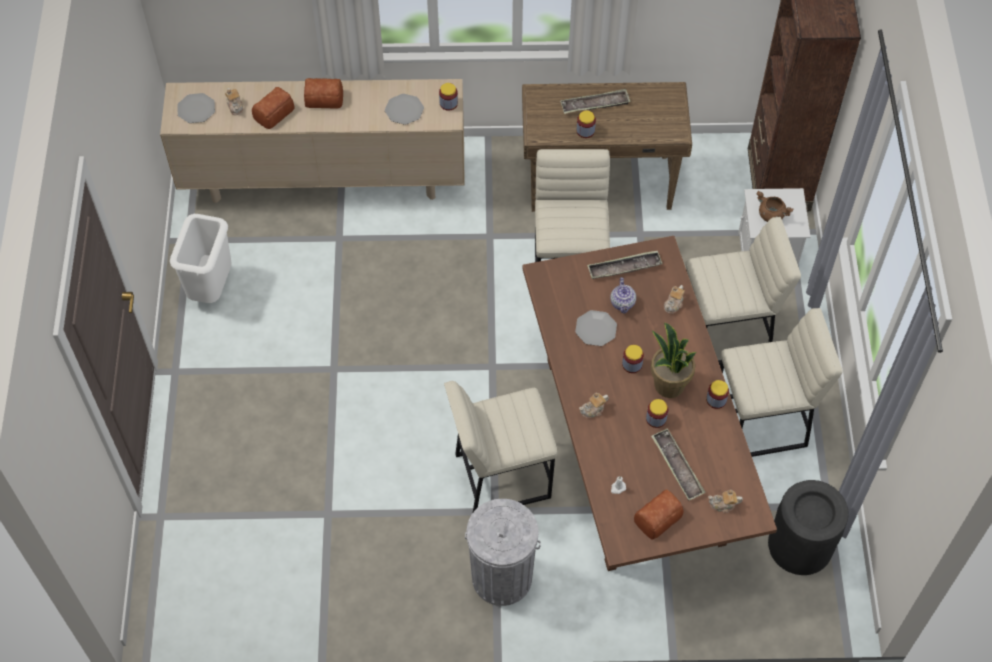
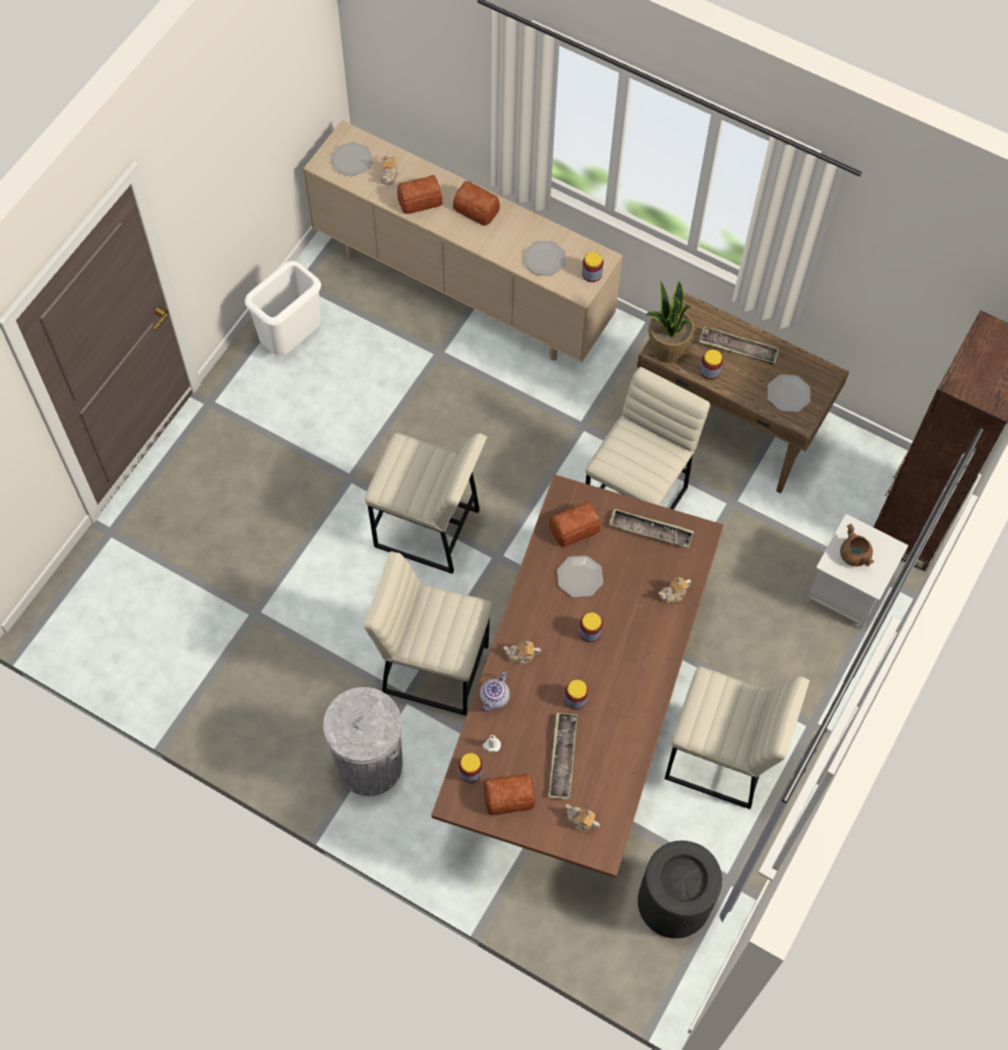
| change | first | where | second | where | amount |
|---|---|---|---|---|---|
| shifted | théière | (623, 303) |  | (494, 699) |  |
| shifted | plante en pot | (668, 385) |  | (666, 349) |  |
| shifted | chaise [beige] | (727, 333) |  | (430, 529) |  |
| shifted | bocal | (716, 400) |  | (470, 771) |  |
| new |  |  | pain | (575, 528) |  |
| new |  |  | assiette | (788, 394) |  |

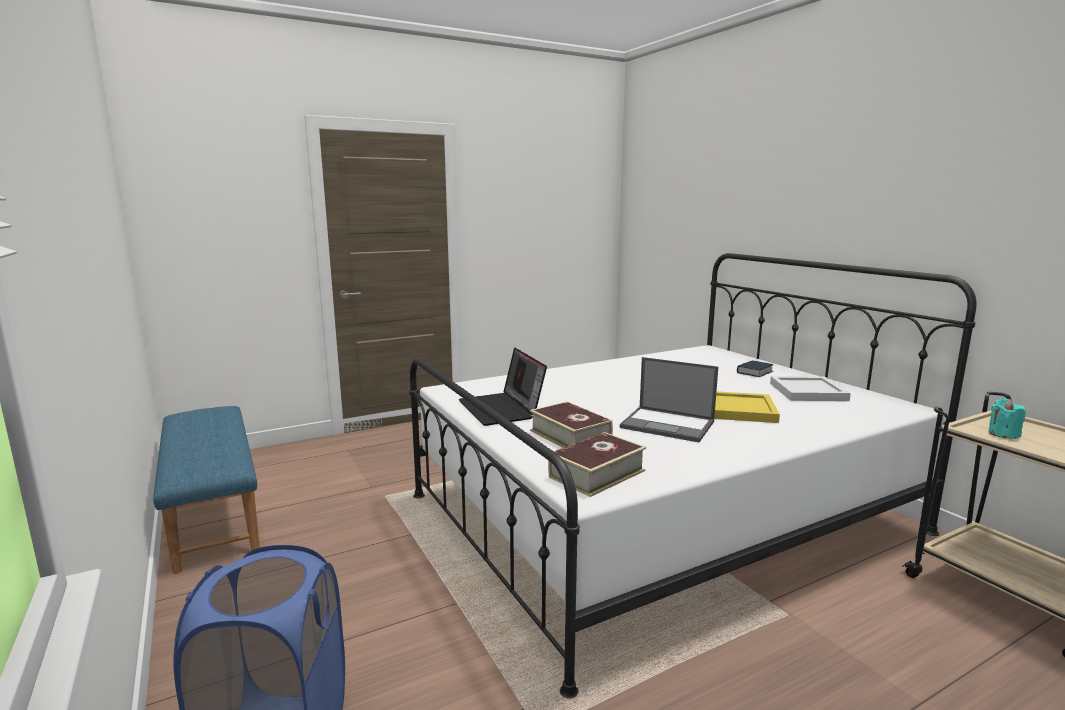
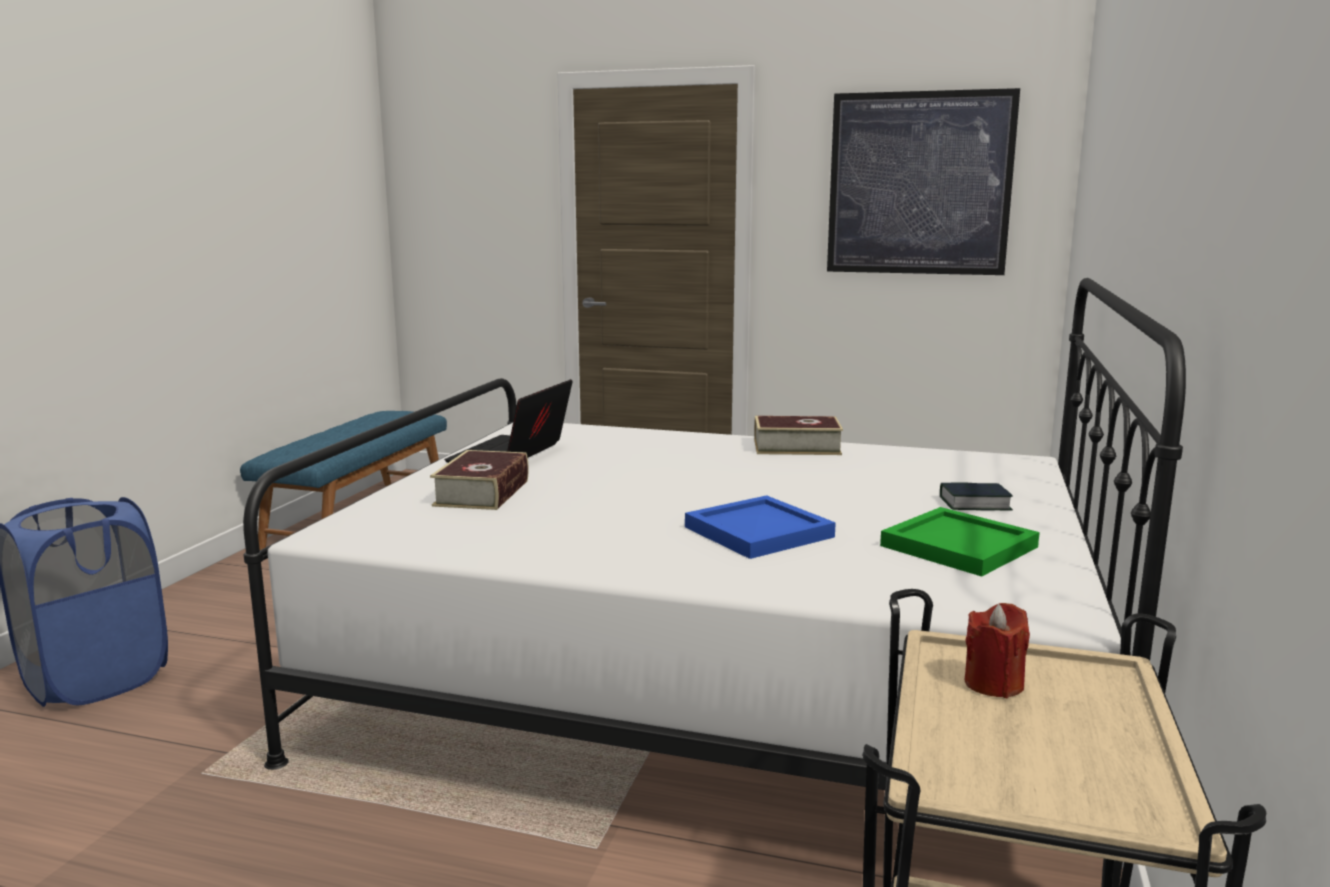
| change | first | where | second | where | amount |
|---|---|---|---|---|---|
| shifted | livre | (597, 474) |  | (796, 447) |  |
| gone | ordinateur portable | (668, 425) |  |  |  |
| repainted | plateau [jaune] | (741, 410) | plateau [bleu] | (761, 532) |  |
| repainted | plateau [blanc] | (809, 392) | plateau [vert] | (959, 547) |  |
| repainted | bougie [turquoise] | (1003, 434) | bougie [rouge] | (993, 684) |  |
| new |  |  | tableau | (919, 184) |  |

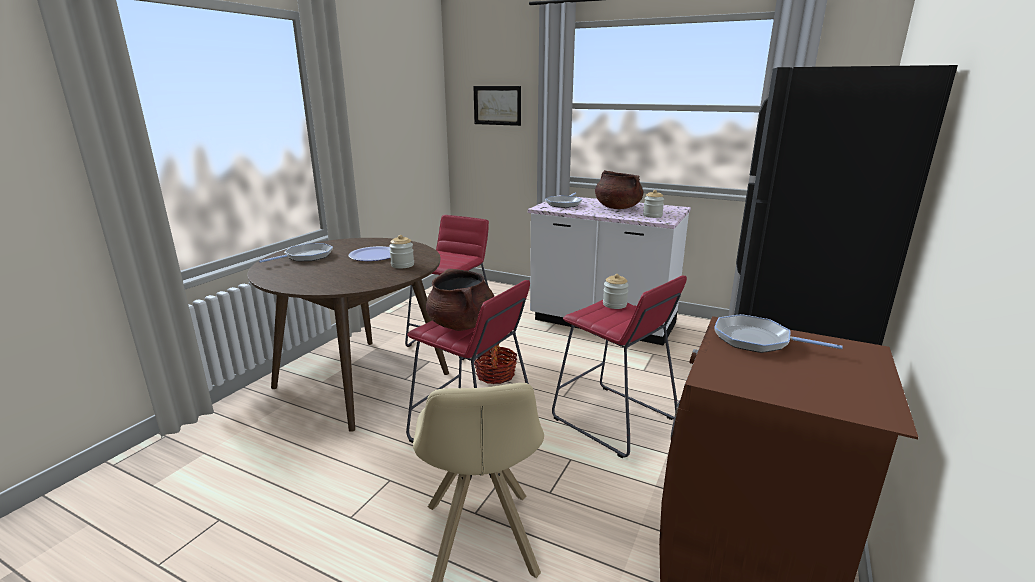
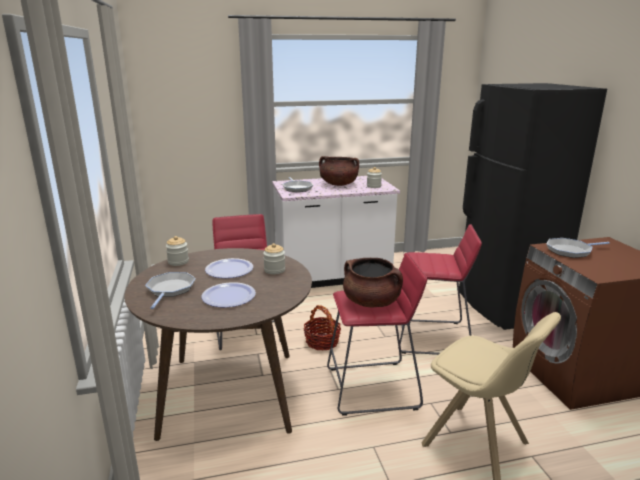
| change | first | where | second | where | amount |
|---|---|---|---|---|---|
| gone | tableau | (497, 105) |  |  |  |
| shifted | bocal | (614, 304) |  | (178, 262) |  |
| new |  |  | assiette | (228, 296) |  |

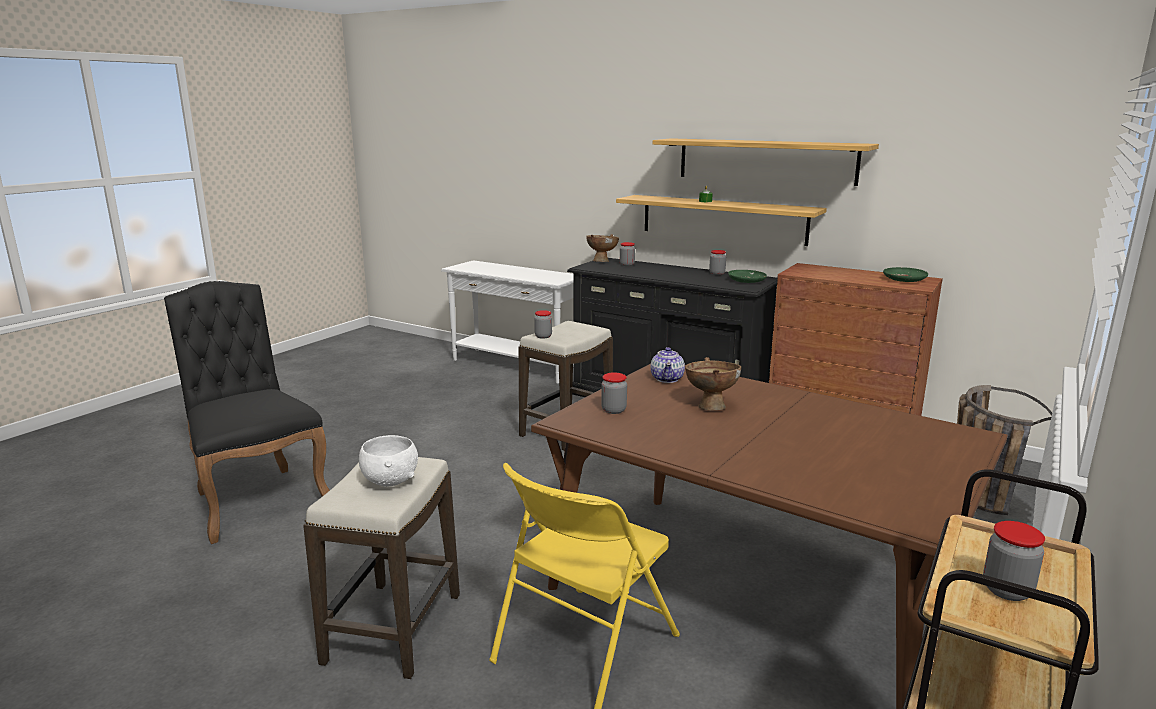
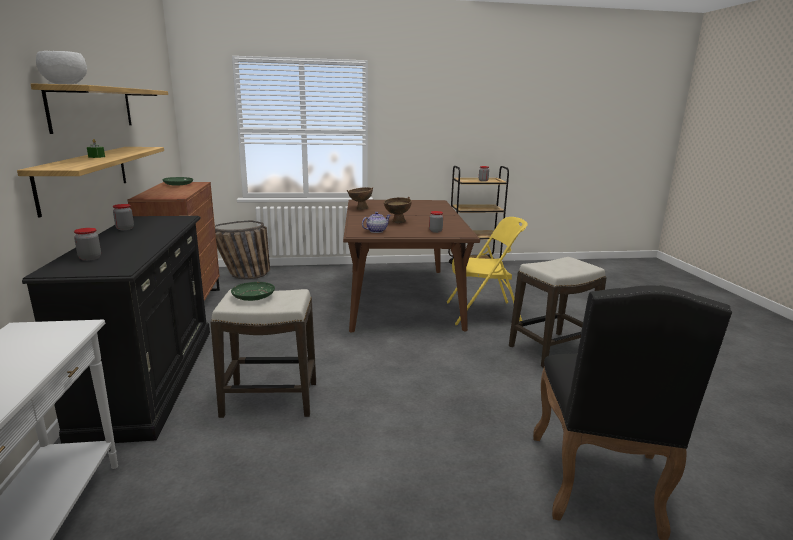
| change | first | where | second | where | amount |
|---|---|---|---|---|---|
| shifted | bol [blanc] | (390, 481) |  | (64, 84) |  |
| gone | bocal | (543, 336) |  |  |  |
| shifted | bol [marron] | (602, 261) |  | (359, 209) |  |
| shifted | assiette [vert] | (746, 281) |  | (253, 296) |  |

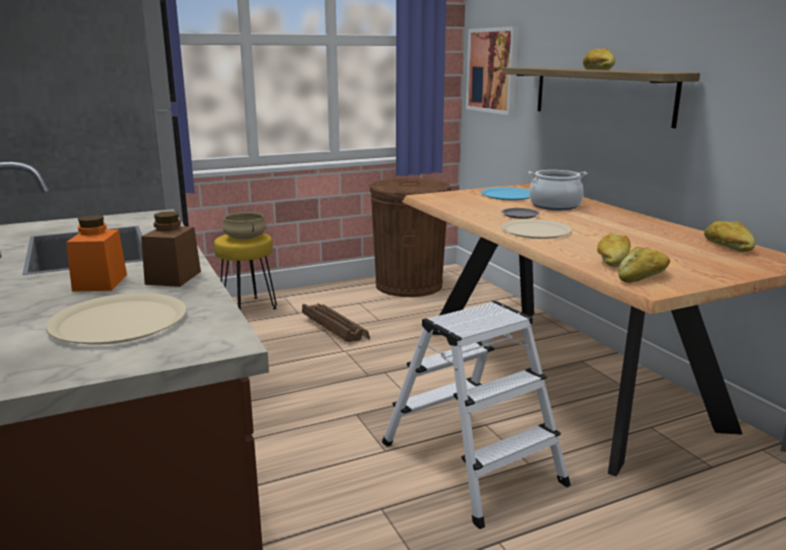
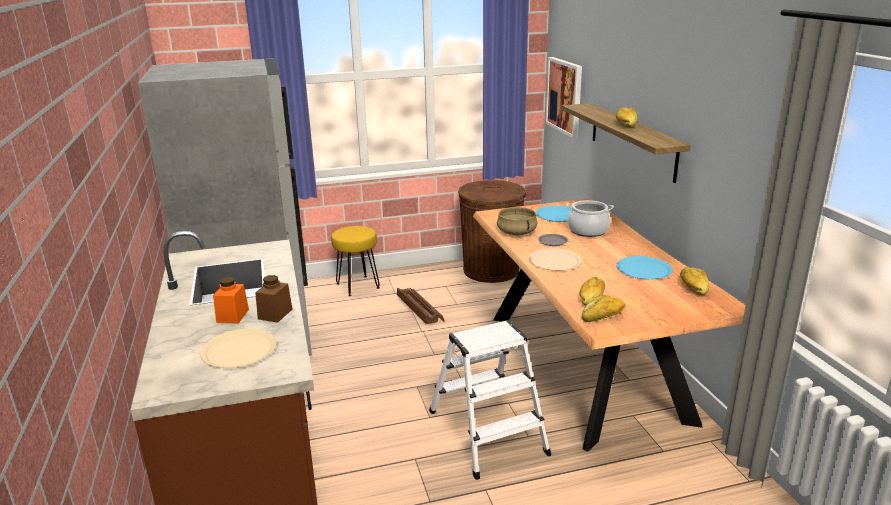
| change | first | where | second | where | amount |
|---|---|---|---|---|---|
| shifted | marmite [beige] | (245, 237) |  | (517, 232) |  |
| new |  |  | assiette [bleu] | (644, 269) |  |

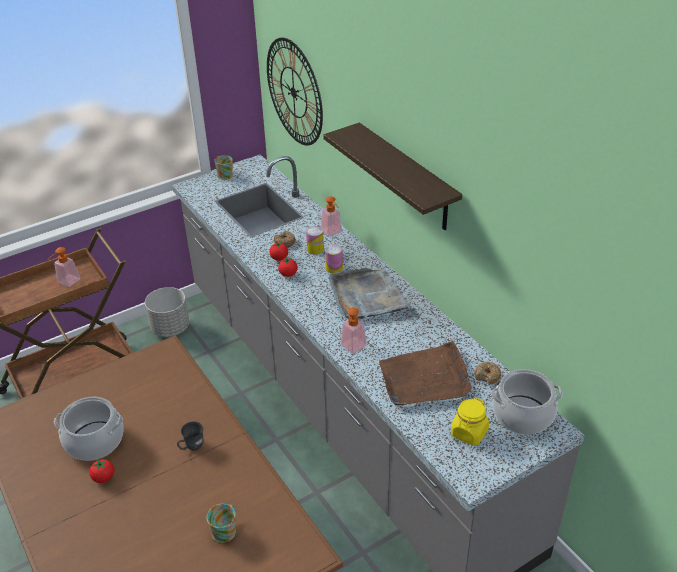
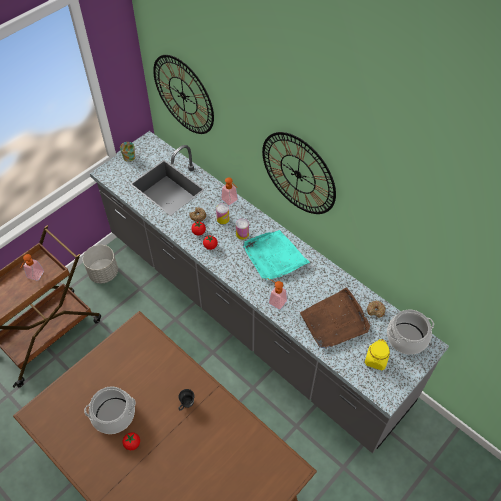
| change | first | where | second | where | amount |
|---|---|---|---|---|---|
| gone | mug | (226, 529) |  |  |  |
| swapped | étagère | (406, 177) | horloge murale | (298, 174) |  |
| repainted | plateau [gris] | (367, 296) | plateau [turquoise] | (274, 256) |  |

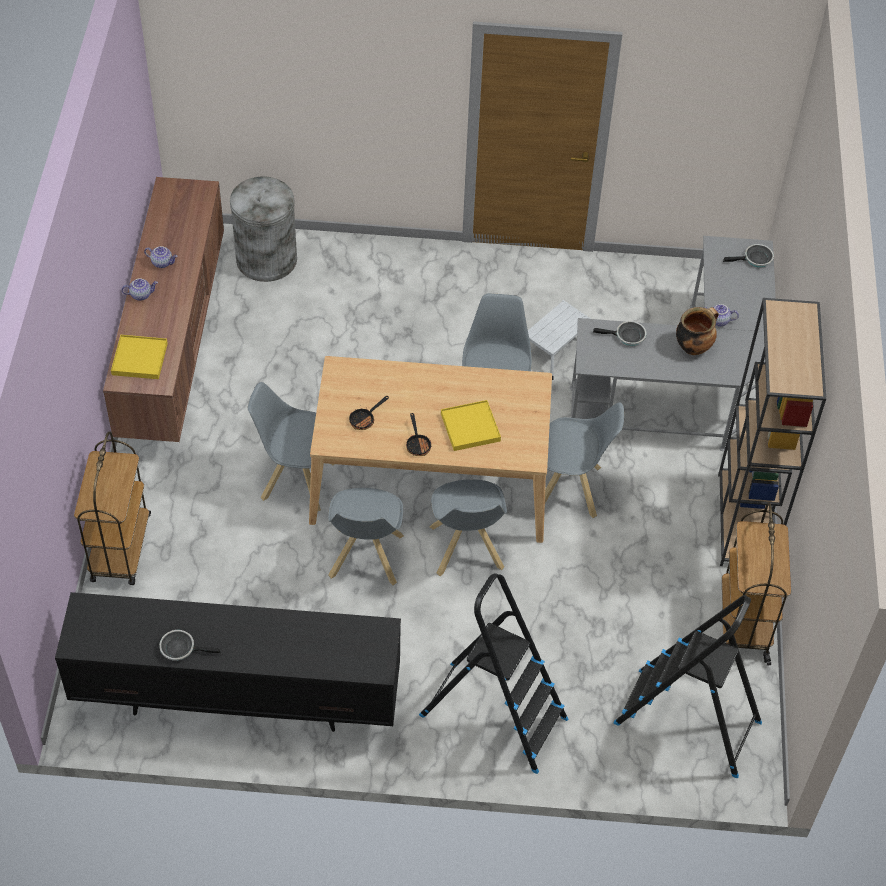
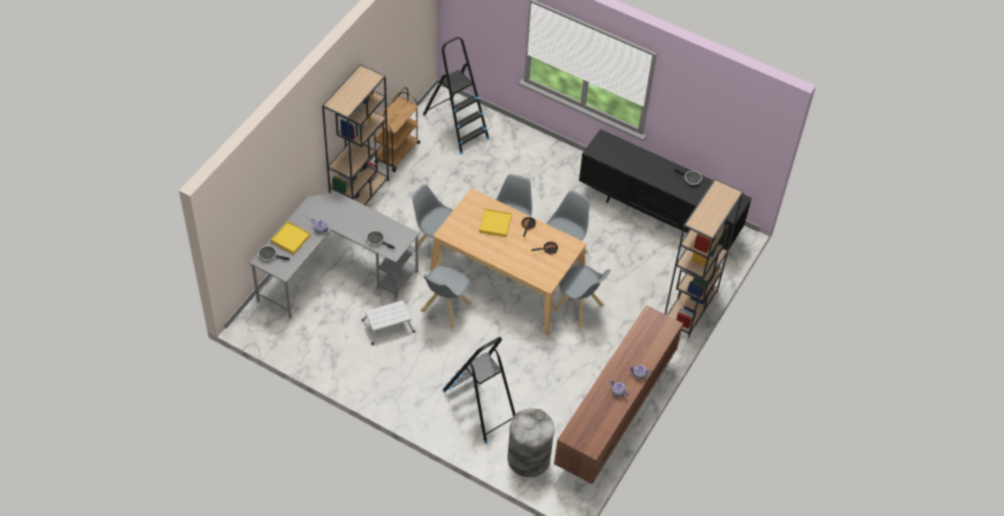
| change | first | where | second | where | amount |
|---|---|---|---|---|---|
| swapped | chariot [marron] | (120, 549) | bibliothèque | (690, 308) |  |
| shifted | plateau [jaune] | (139, 359) |  | (290, 239) |  |
| shifted | escabeau [noir] | (494, 717) |  | (479, 406) |  |
| gone | marmite | (693, 347) |  |  |  |

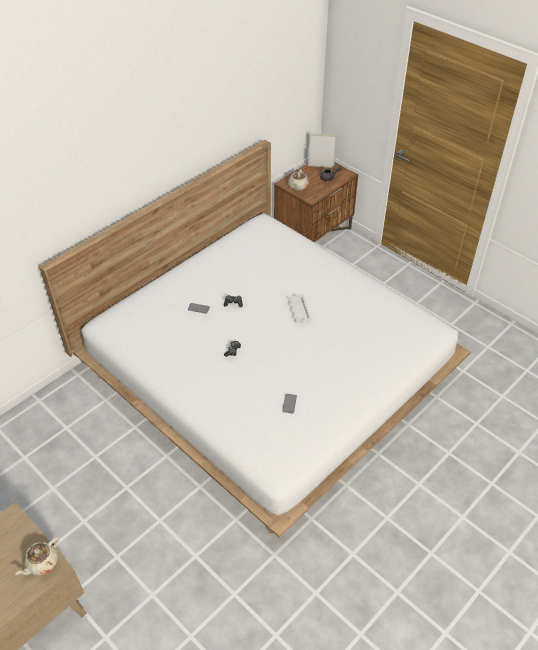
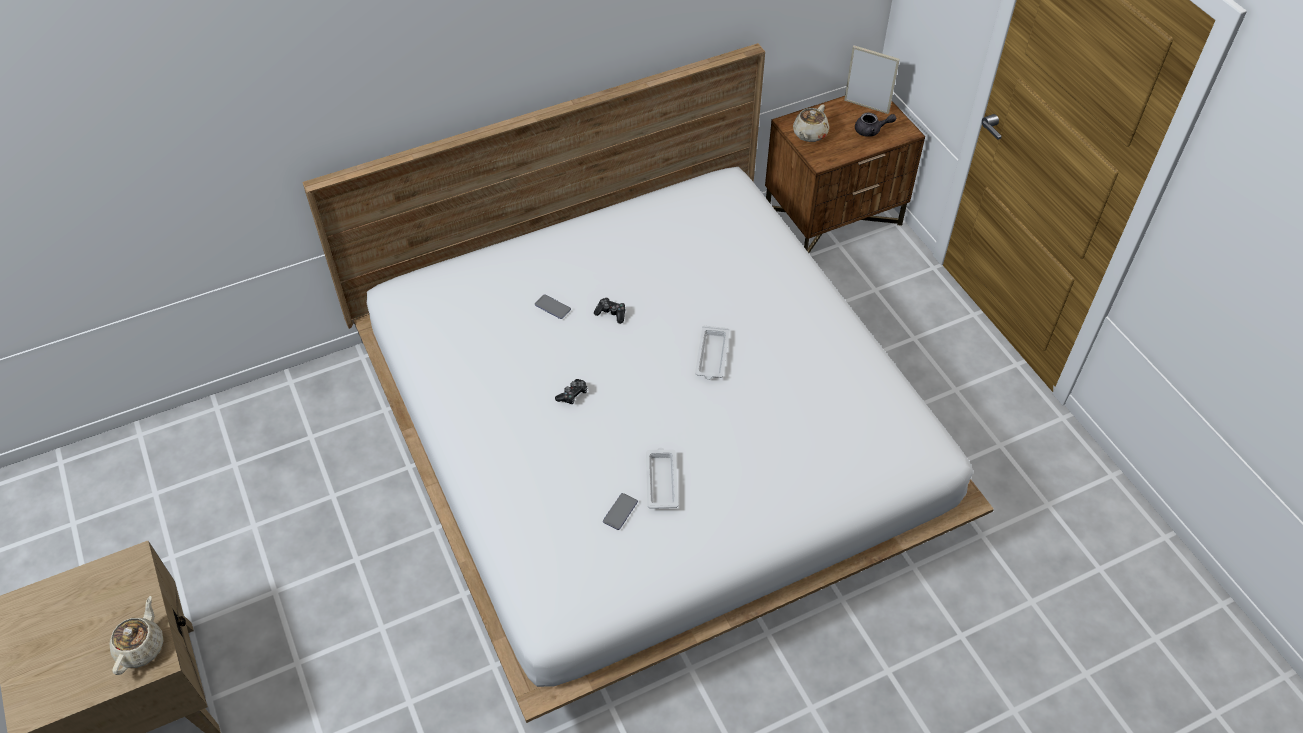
| change | first | where | second | where | amount |
|---|---|---|---|---|---|
| rotated | théière [beige] | (41, 563) |  | (141, 647) | 135 degrees clockwise |
| new |  |  | plateau [blanc] | (661, 480) |  |

